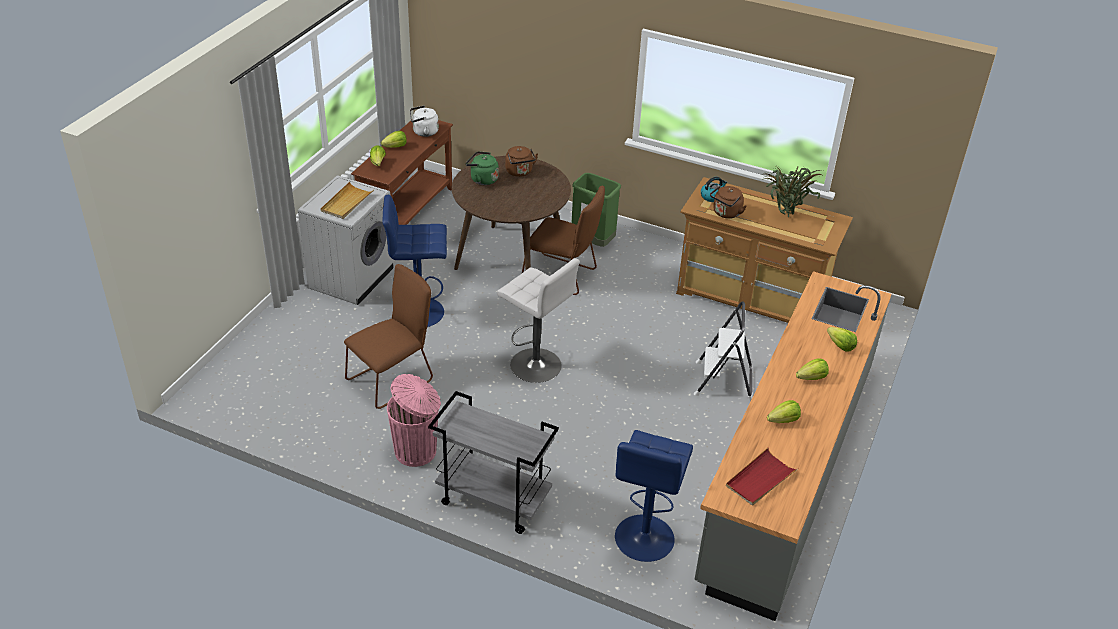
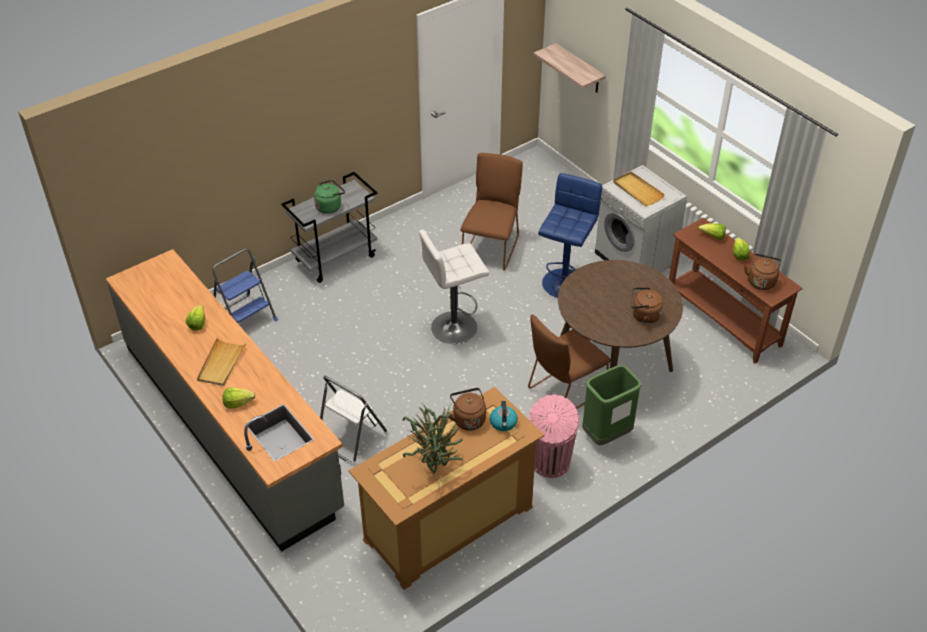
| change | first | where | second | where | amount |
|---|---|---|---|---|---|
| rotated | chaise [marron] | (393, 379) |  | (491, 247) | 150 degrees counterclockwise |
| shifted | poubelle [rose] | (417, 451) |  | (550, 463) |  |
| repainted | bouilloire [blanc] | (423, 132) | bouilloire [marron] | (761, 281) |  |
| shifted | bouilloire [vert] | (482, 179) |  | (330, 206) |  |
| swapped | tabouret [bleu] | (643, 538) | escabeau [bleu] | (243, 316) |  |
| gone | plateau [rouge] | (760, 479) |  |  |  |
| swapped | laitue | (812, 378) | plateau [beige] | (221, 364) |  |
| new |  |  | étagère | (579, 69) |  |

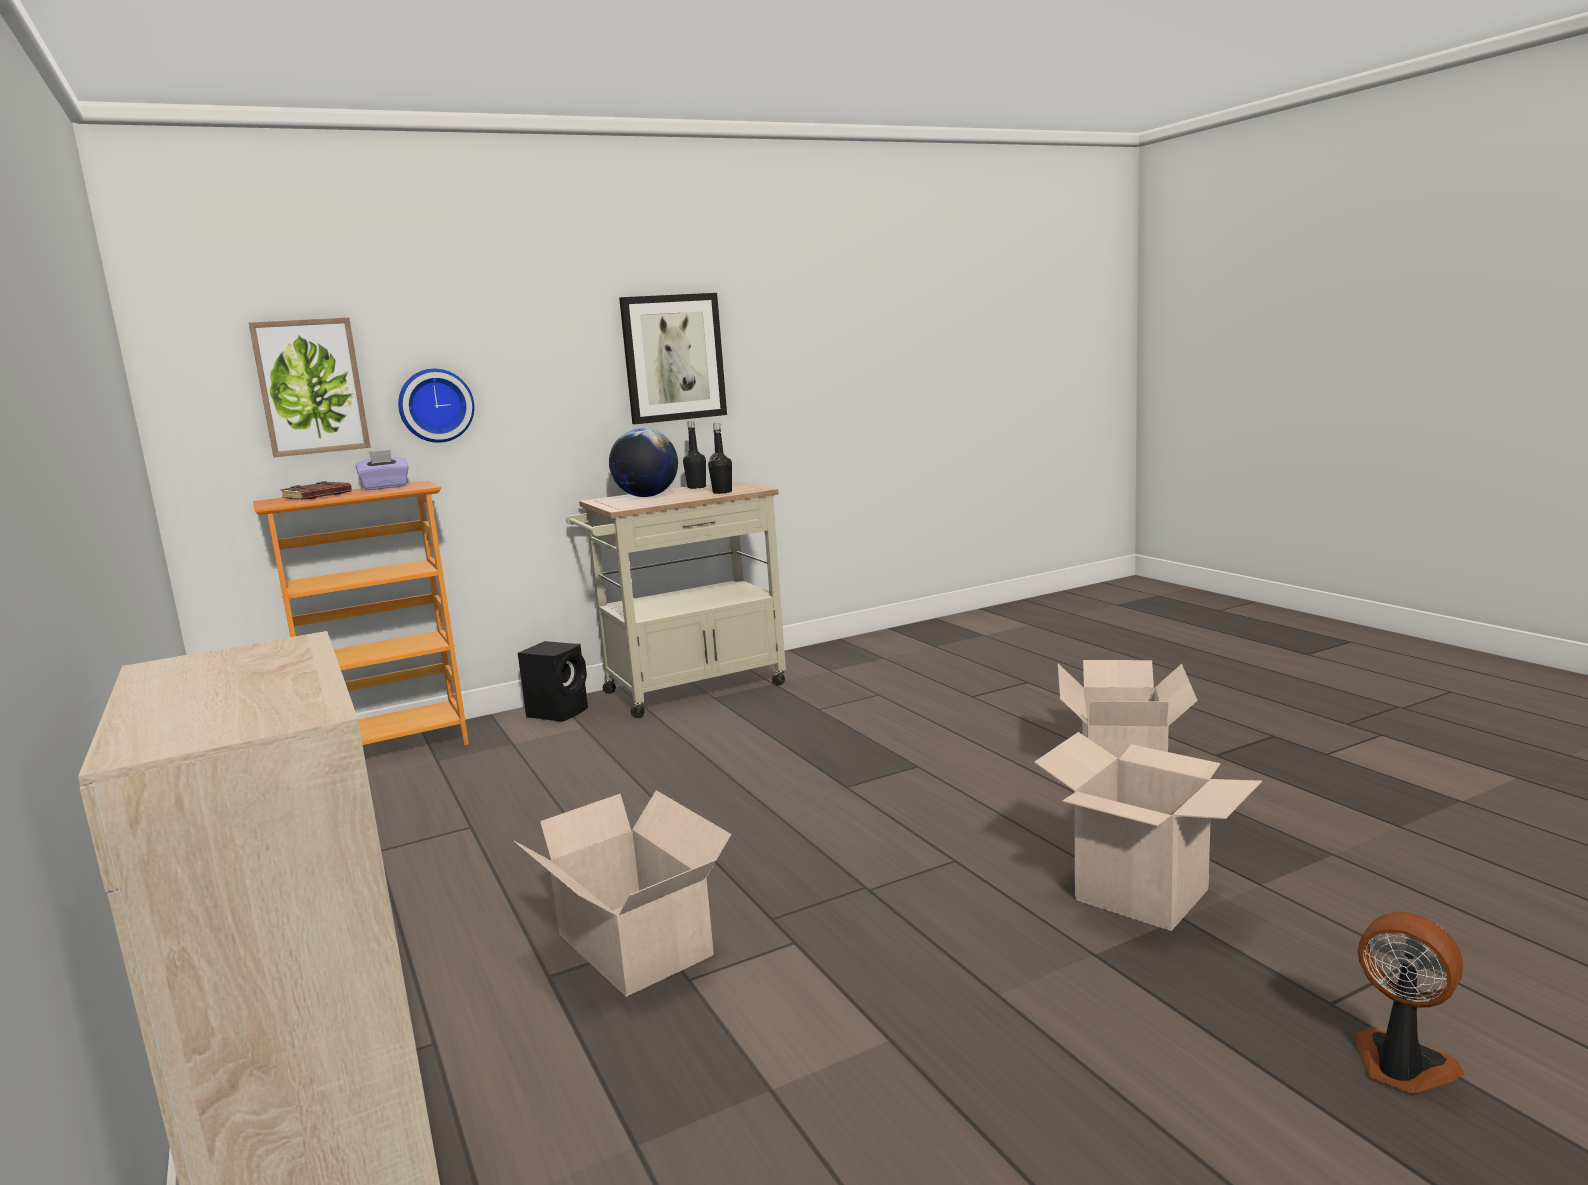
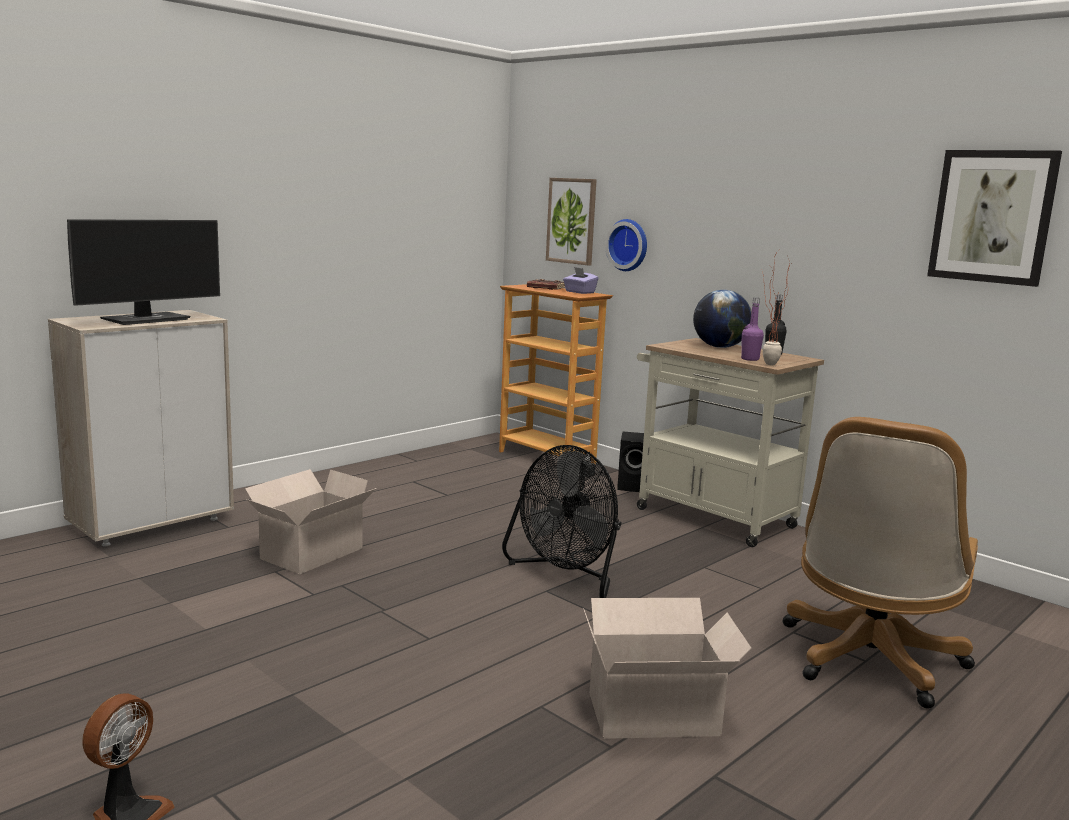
| change | first | where | second | where | amount |
|---|---|---|---|---|---|
| shifted | tableau | (673, 358) |  | (992, 216) |  |
| repainted | bouteille [noir] | (722, 492) | bouteille [violet] | (750, 359) |  |
| gone | carton | (1142, 895) |  |  |  |
| new |  |  | écran d'ordinateur | (147, 319) |  |
| new |  |  | ventilateur [noir] | (568, 575) |  |
| new |  |  | plante en pot | (765, 364) |  |
| new |  |  | chaise de bureau | (869, 664) |  |

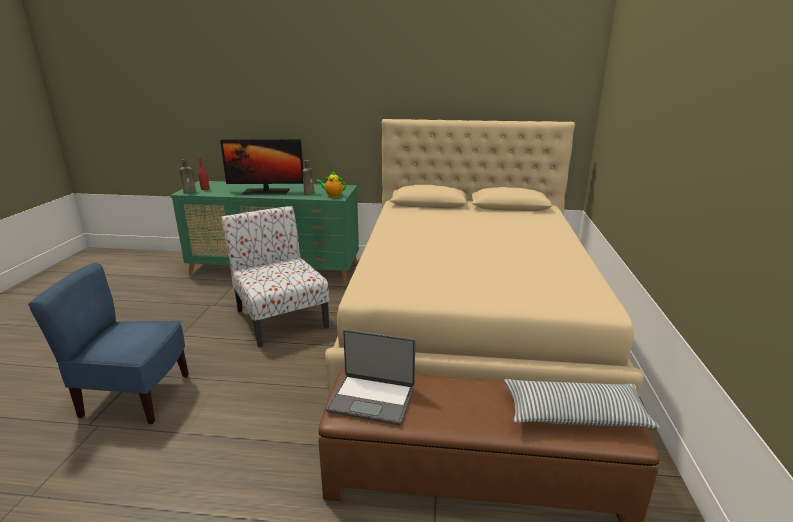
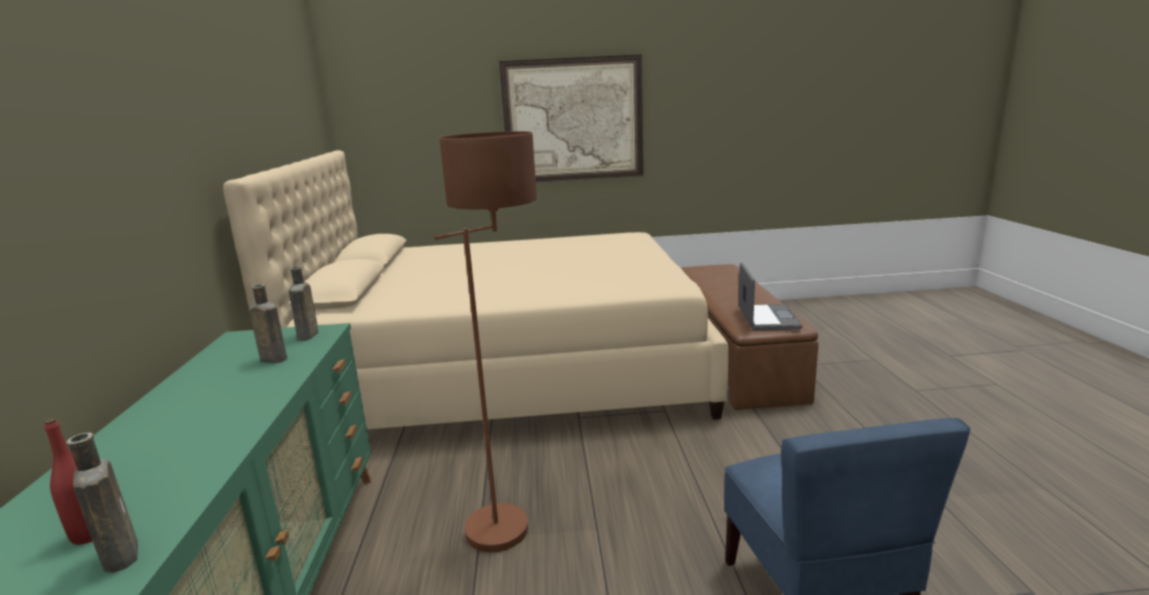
| change | first | where | second | where | amount |
|---|---|---|---|---|---|
| gone | écran d'ordinateur | (266, 191) |  |  |  |
| swapped | chaise | (280, 317) | lampadaire [marron] | (512, 521) |  |
| swapped | théière | (333, 195) | bouteille [marron] | (307, 336) |  |
| gone | coussin | (574, 415) |  |  |  |
| new |  |  | tableau | (573, 120) |  |

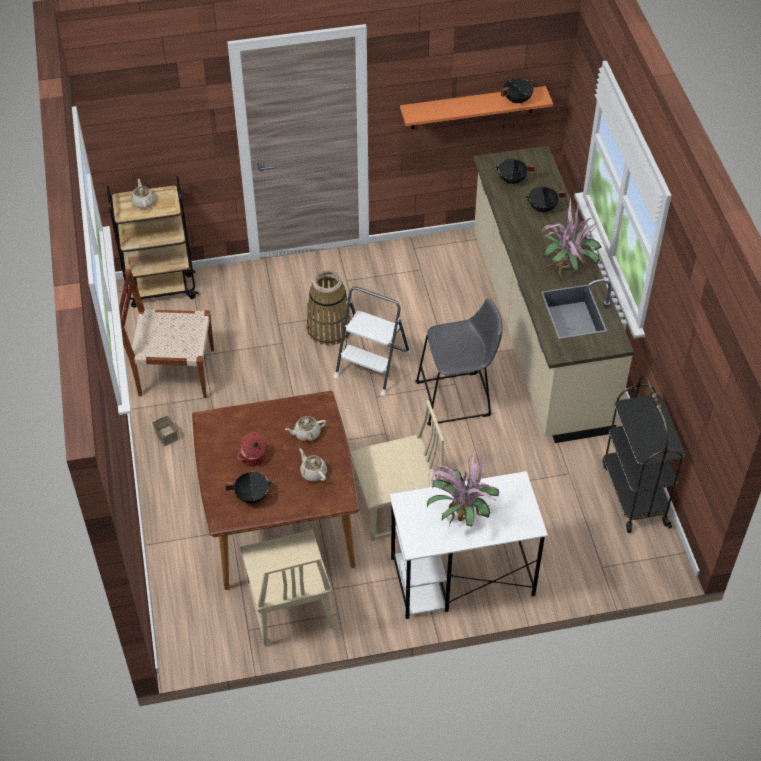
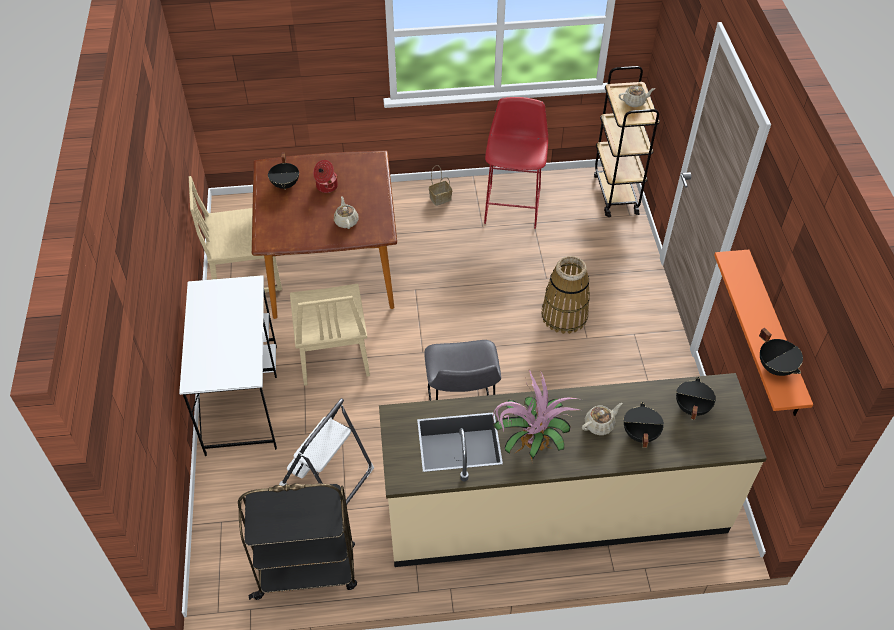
| change | first | where | second | where | amount |
|---|---|---|---|---|---|
| swapped | chaise | (174, 372) | tabouret [rouge] | (513, 203) |  |
| shifted | théière [beige] | (313, 472) |  | (600, 424) |  |
| shifted | escabeau [blanc] | (374, 362) |  | (330, 478) |  |
| gone | plante en pot | (461, 515) |  |  |  |

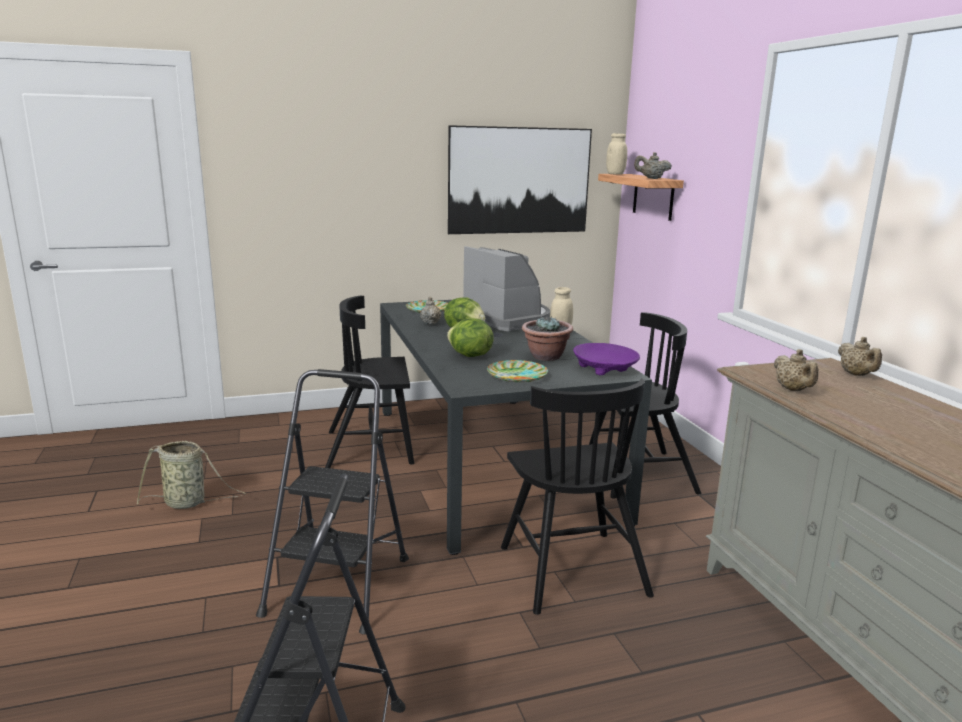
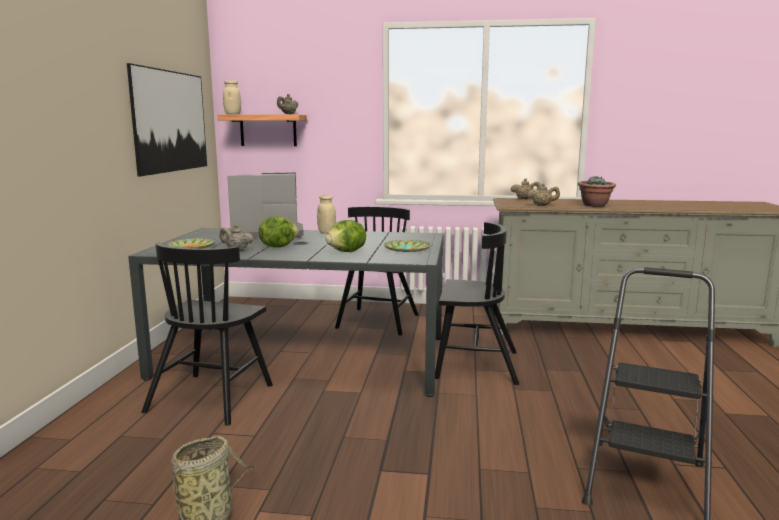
| change | first | where | second | where | amount |
|---|---|---|---|---|---|
| gone | escabeau [noir] | (339, 582) |  |  |  |
| shifted | plante en pot | (546, 357) |  | (595, 205) |  |
| gone | bol [violet] | (605, 368) |  |  |  |

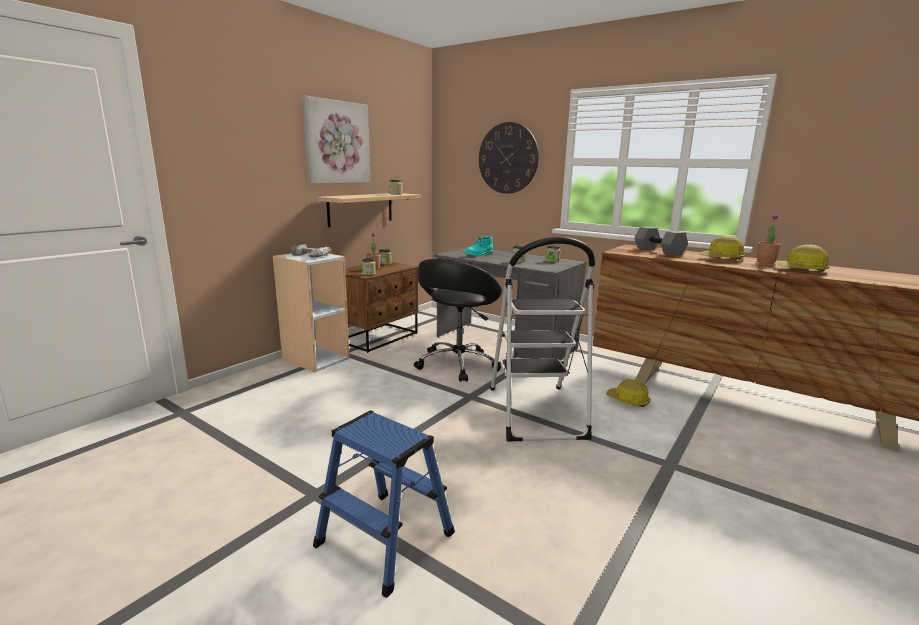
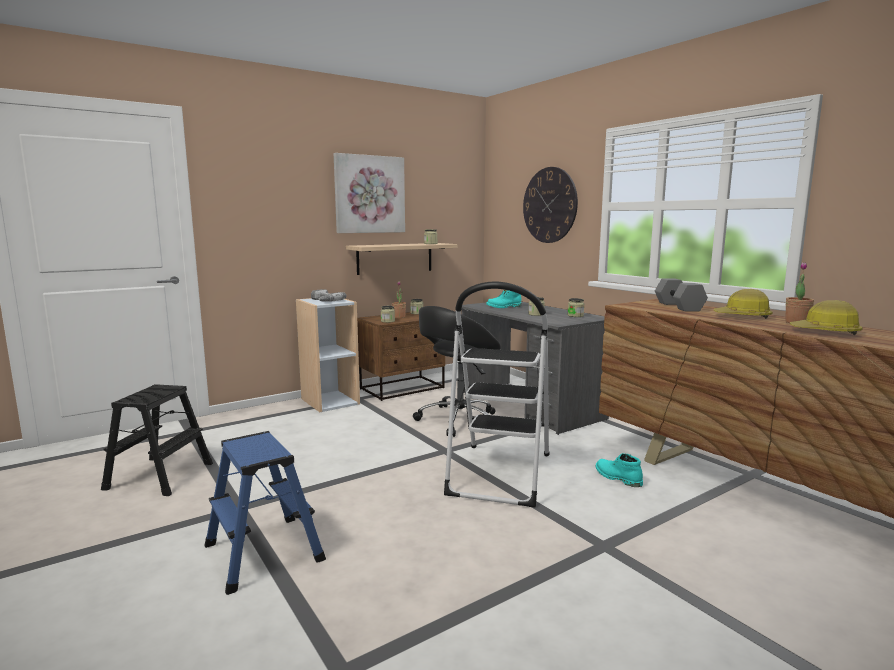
| change | first | where | second | where | amount |
|---|---|---|---|---|---|
| swapped | casque de chantier | (628, 401) | botte [turquoise] | (617, 478) |  |
| new |  |  | escabeau [noir] | (159, 476) |  |

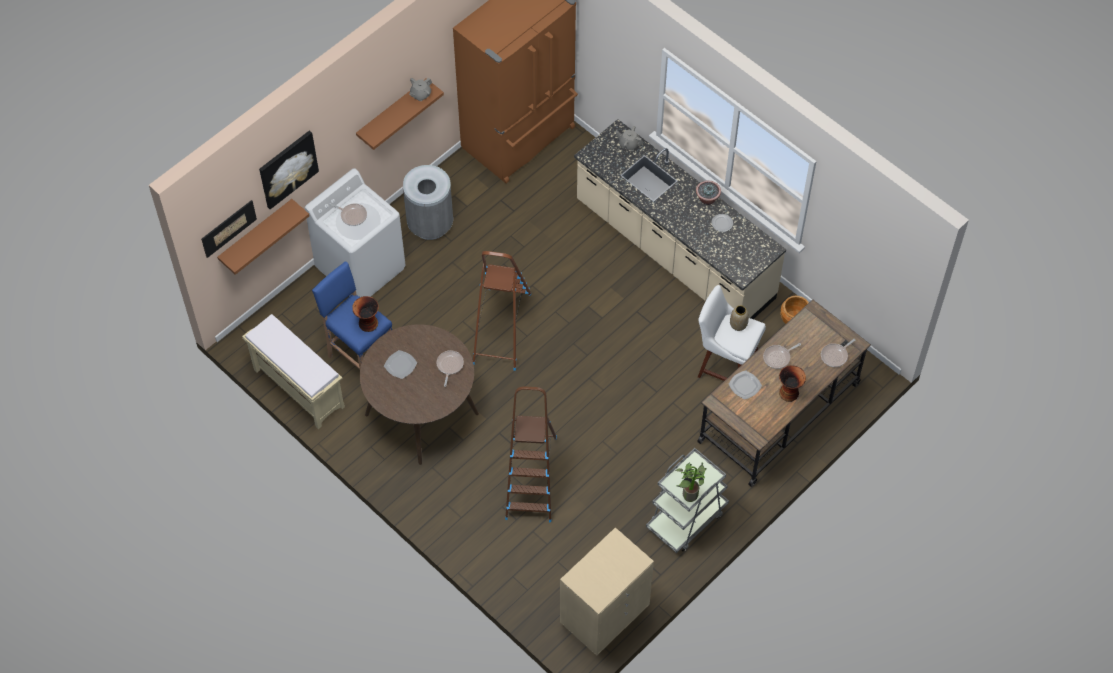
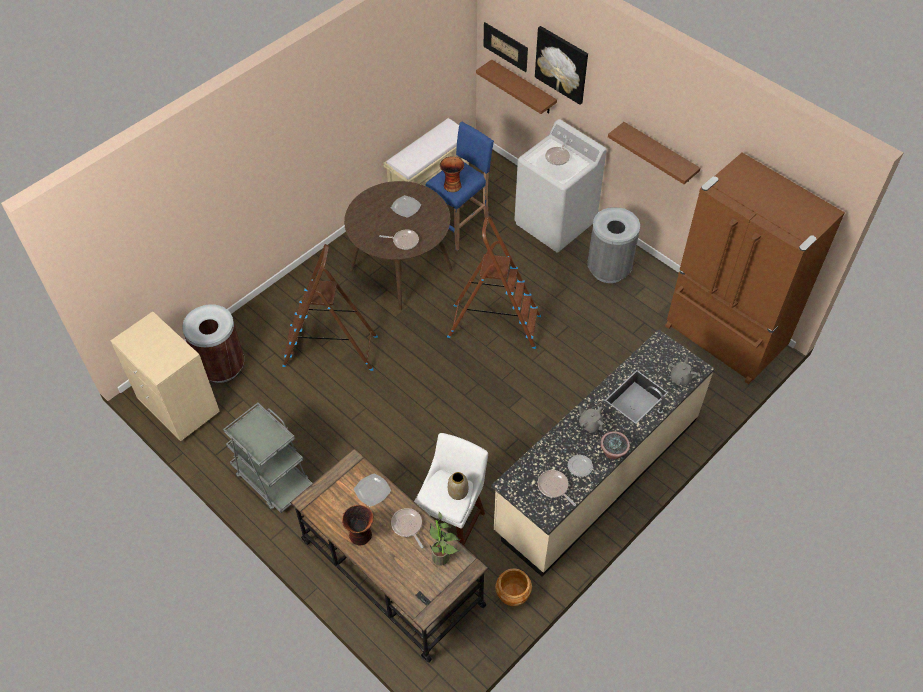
| change | first | where | second | where | amount |
|---|---|---|---|---|---|
| shifted | théière [gris] | (420, 94) |  | (590, 424) |  |
| shifted | plante en pot | (690, 493) |  | (443, 558) |  |
| shifted | poêle | (835, 356) |  | (554, 487) |  |
| new |  |  | poubelle [marron] | (222, 367) |  |

